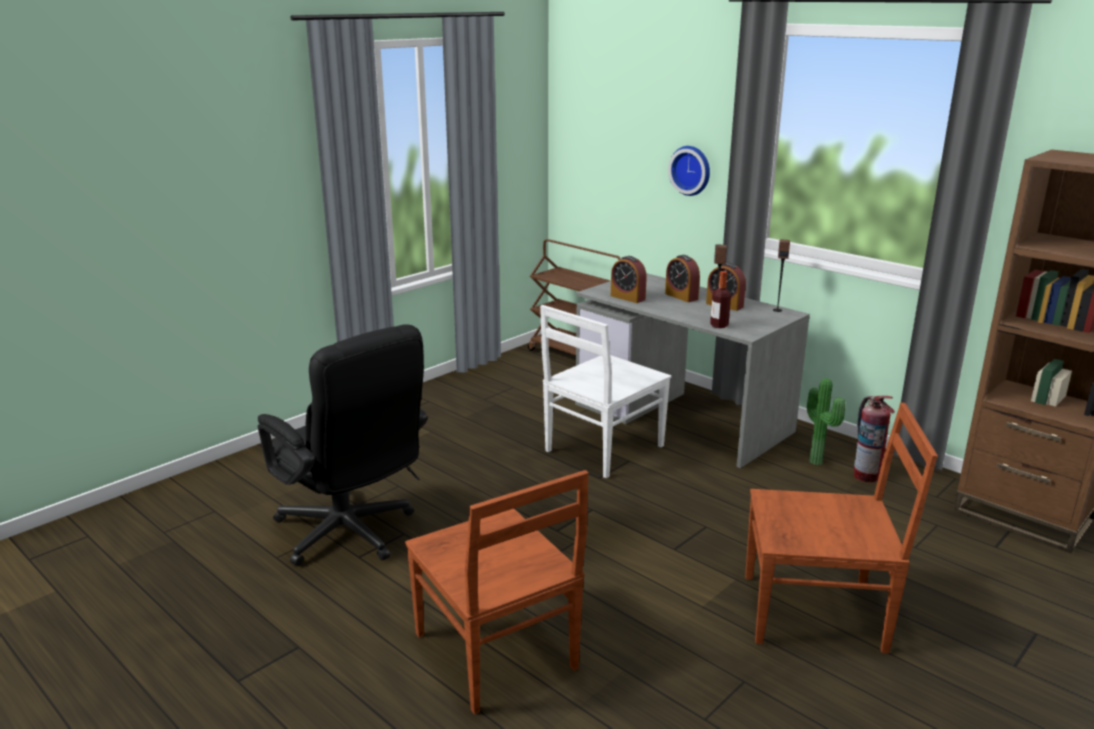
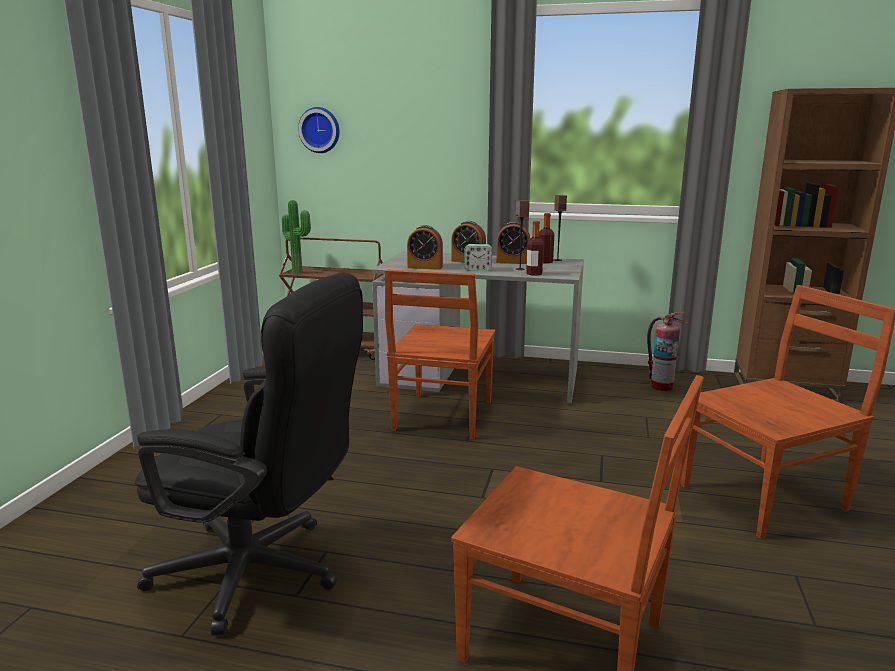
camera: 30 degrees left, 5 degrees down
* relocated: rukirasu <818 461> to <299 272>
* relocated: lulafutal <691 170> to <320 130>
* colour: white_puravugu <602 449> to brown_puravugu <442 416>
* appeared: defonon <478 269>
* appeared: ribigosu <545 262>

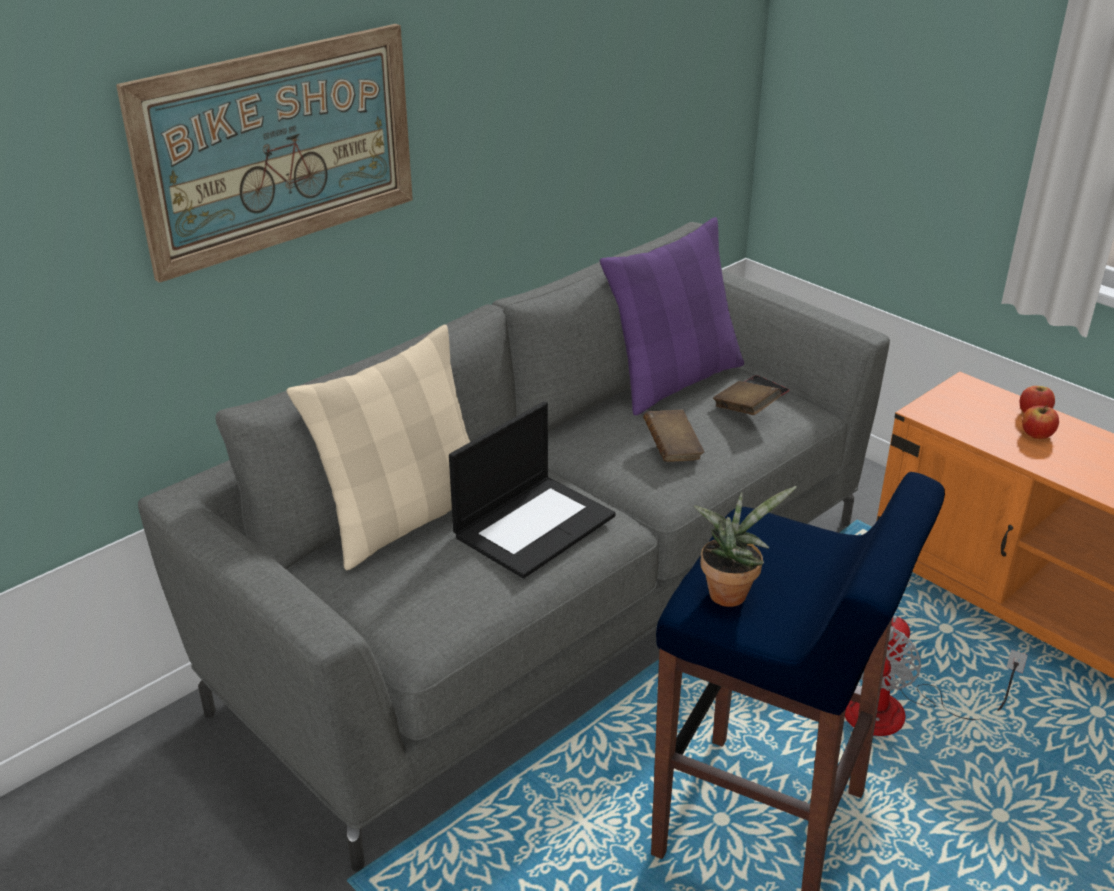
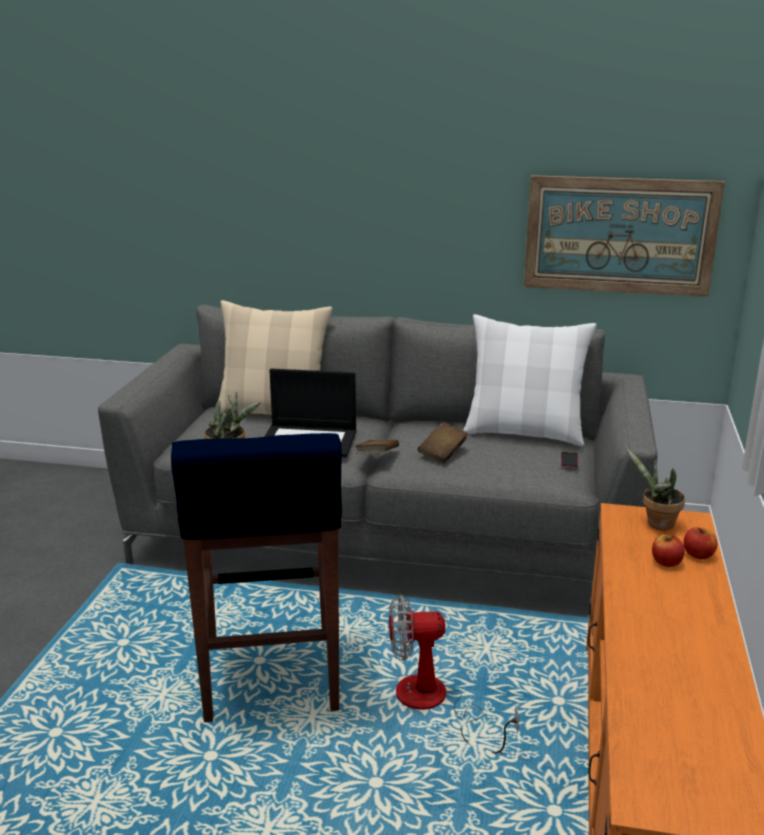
camera: 55 degrees right, 10 degrees down
* relocated: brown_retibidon <745 411> to <377 457>
* colour: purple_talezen <674 381> to white_talezen <524 433>
* relocated: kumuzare <279 147> to <619 235>
* appeared: rukirasu <656 524>

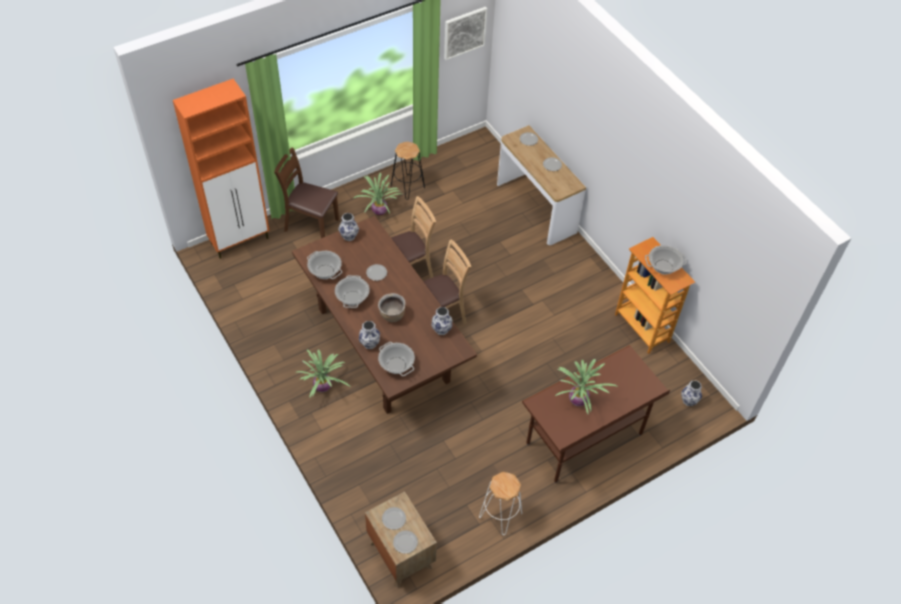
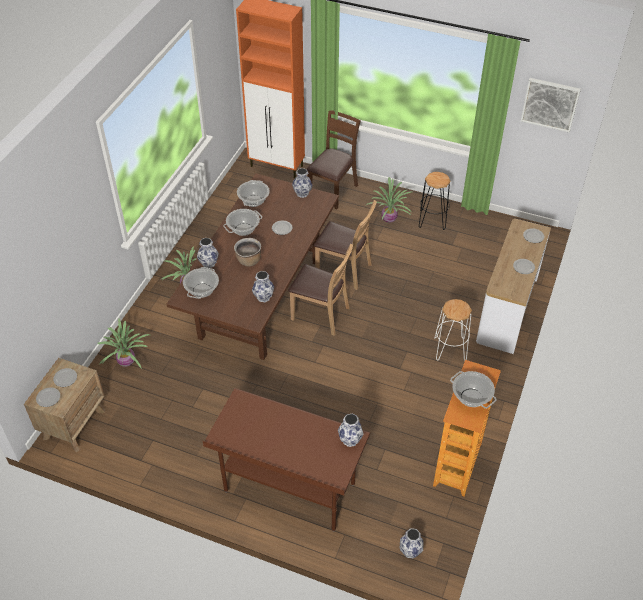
camera: 55 degrees right, 5 degrees down
* relocated: rukirasu <579 400> to <126 362>
* spun: brown_puravugu <311 224> = <333 191> 45 degrees clockwise
* appeared: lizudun <350 440>
* relocated: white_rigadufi <500 514> to <450 348>

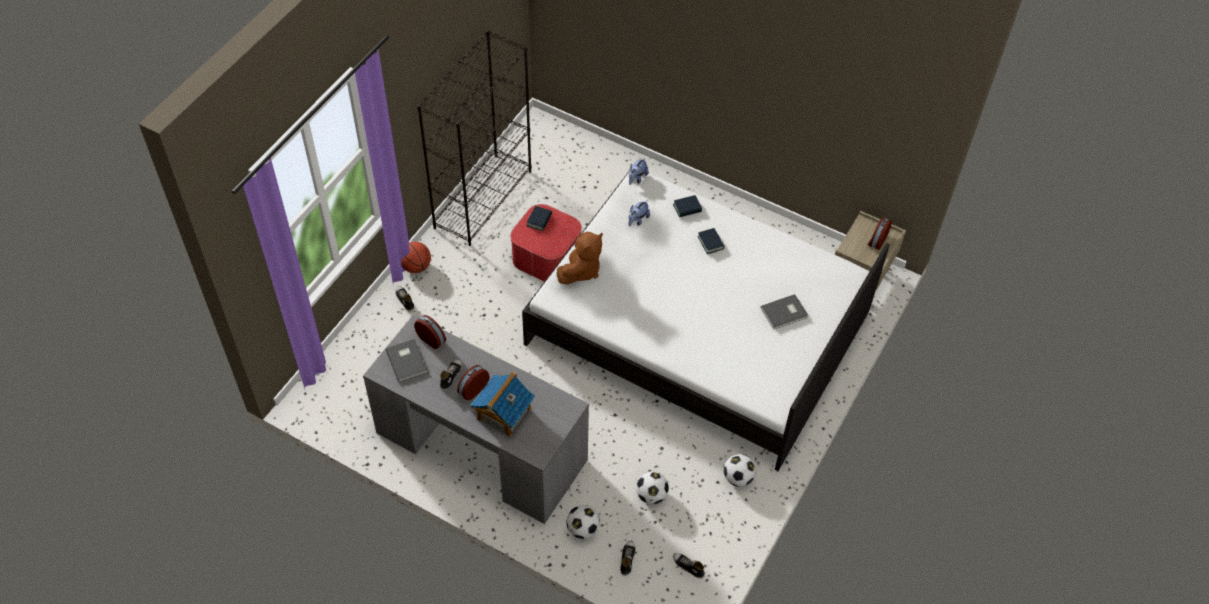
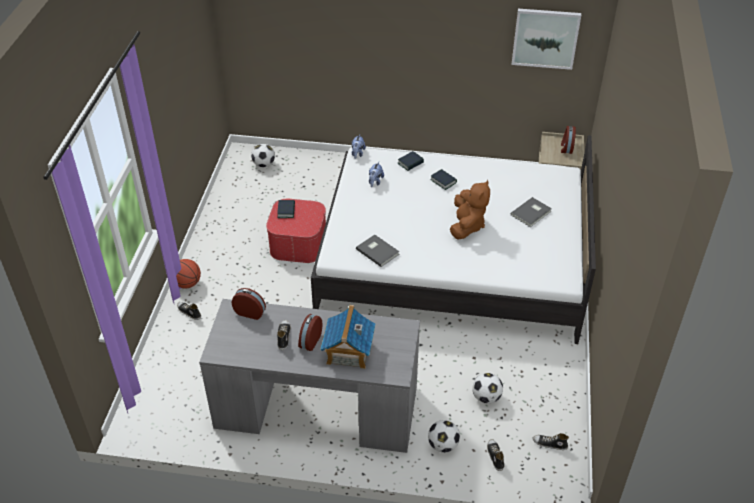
camera: 20 degrees left, 10 degrees down
* relocated: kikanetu <738 478> to <264 164>
* relocated: grey_retibidon <407 360> to <378 251>
* relocated: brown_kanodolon <581 270> to <467 226>
* appeared: kumuzare <545 38>
* missing: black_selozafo <483 198>

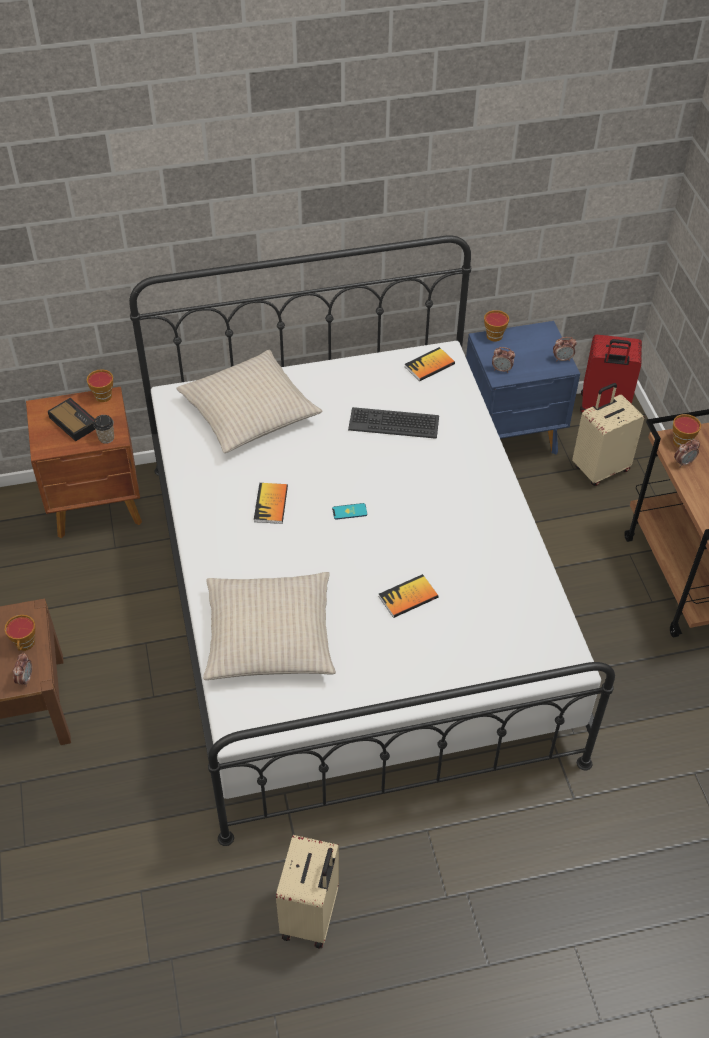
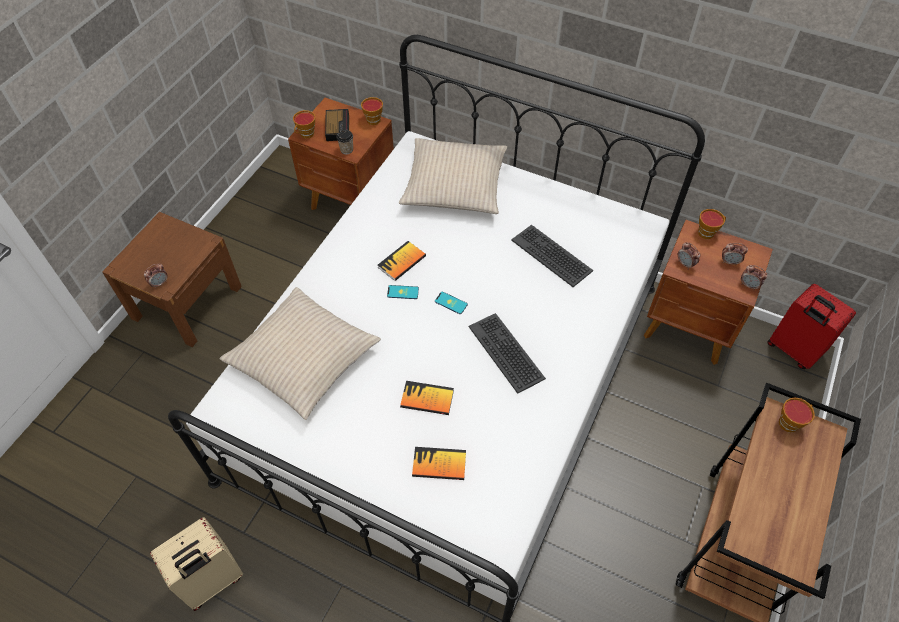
camera: 40 degrees right, 5 degrees up
* relocated: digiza <25 645> to <306 135>
* appeared: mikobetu <403 292>
* relocated: retibidon <429 365> to <439 464>
* appeared: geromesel <506 352>
* colour: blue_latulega <512 436> to brown_latulega <689 328>
* relocated: defonon <683 462> to <729 262>
* missing: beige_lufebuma <600 468>

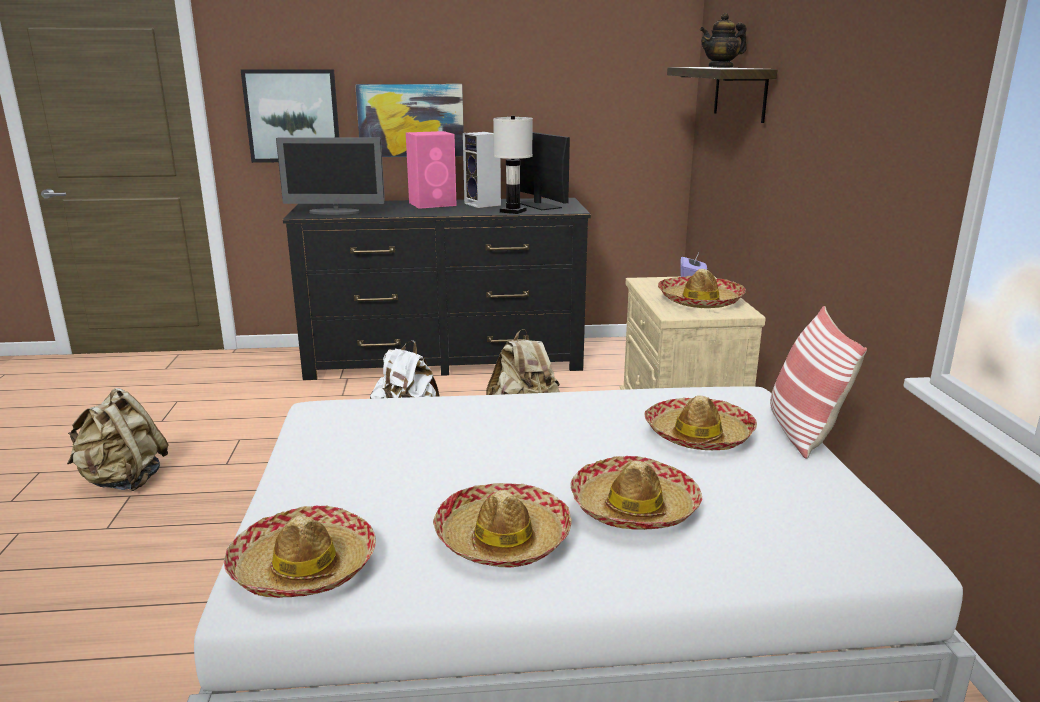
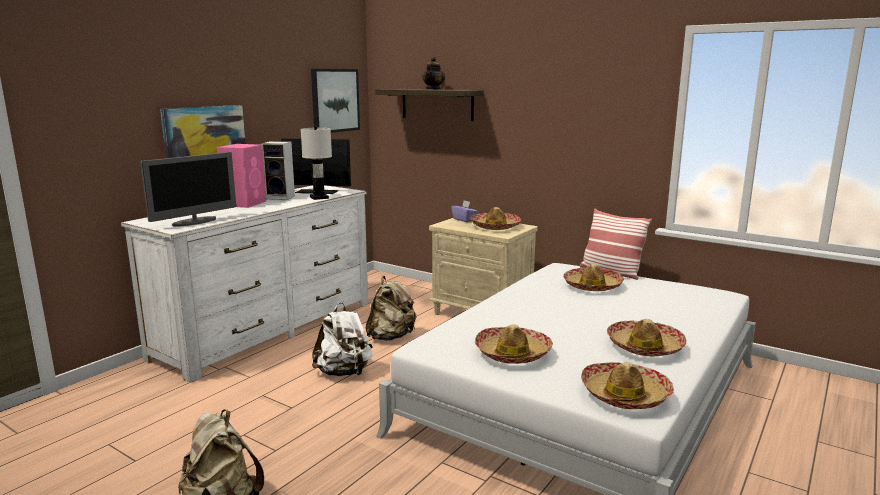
camera: 50 degrees left, 5 degrees down
* colour: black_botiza <445 359> to white_botiza <268 329>
* relocated: kumuzare <292 116> to <334 100>
* relocated: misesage <634 507> to <512 353>

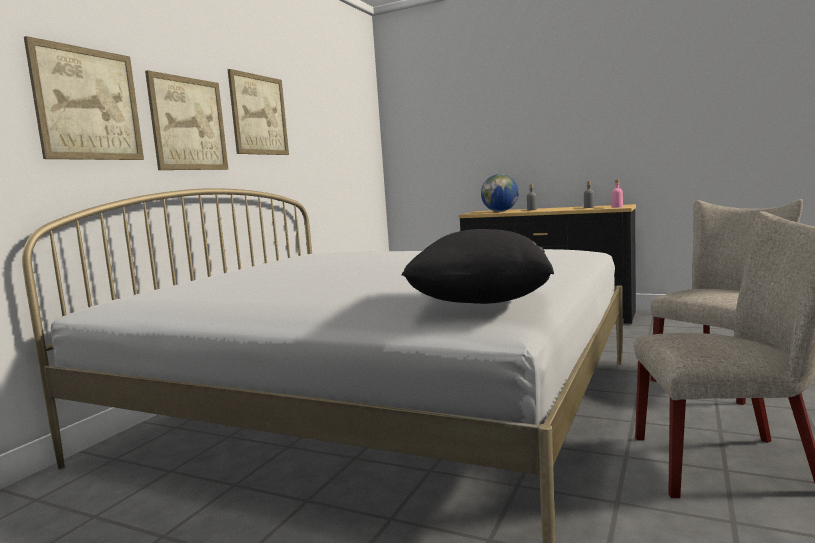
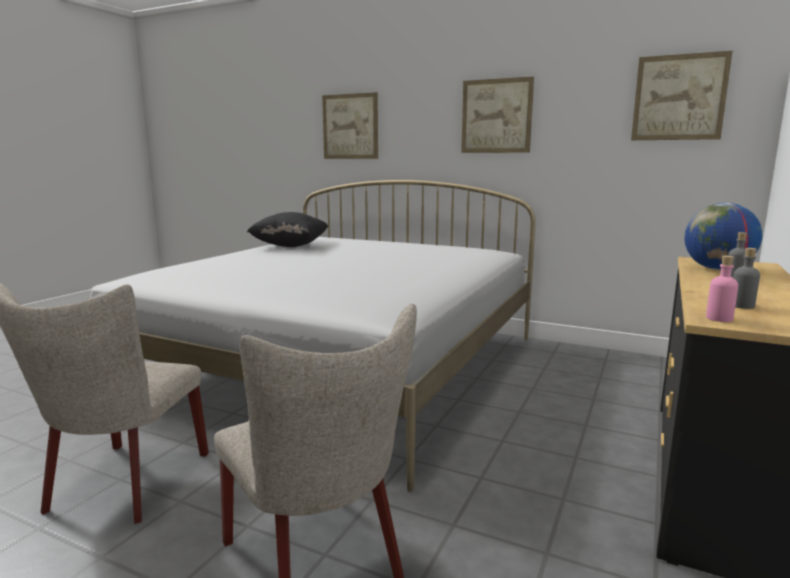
camera: 90 degrees right, 5 degrees up
* relocated: black_talezen <481 302> to <290 246>
* relocated: kumuzare <188 124> to <679 97>

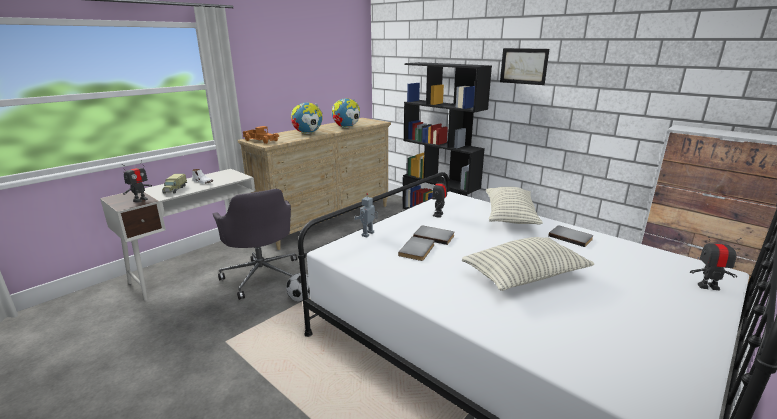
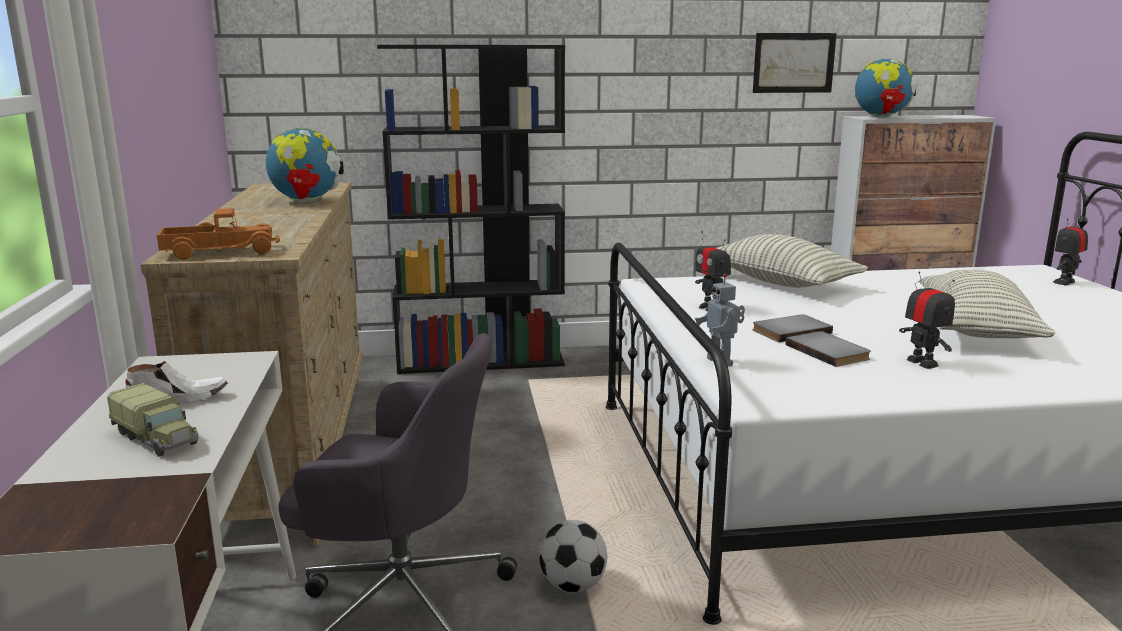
camera: 50 degrees left, 5 degrees down
* relocated: kumuzare <523 66> to <793 63>
* relocated: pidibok <308 133> to <881 117>
* relocated: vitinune <140 200> to <922 363>
* missing: grey_retibidon <571 237>

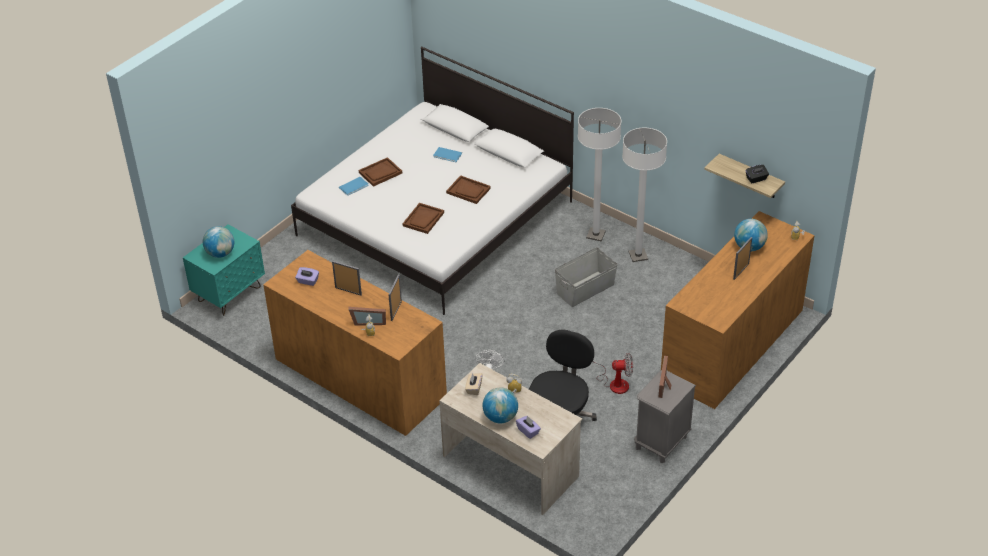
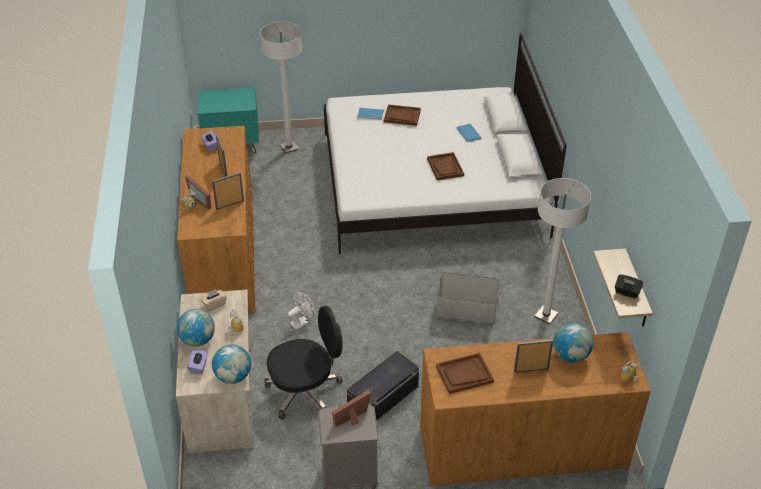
camera: 45 degrees right, 0 degrees up
* relocated: pidibok <220 253> to <233 376>
* relocated: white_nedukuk <595 235> to <289 148>
* exchanged: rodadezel <614 382> to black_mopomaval <384 398>
* relocated: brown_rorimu <423 219> to <464 374>

